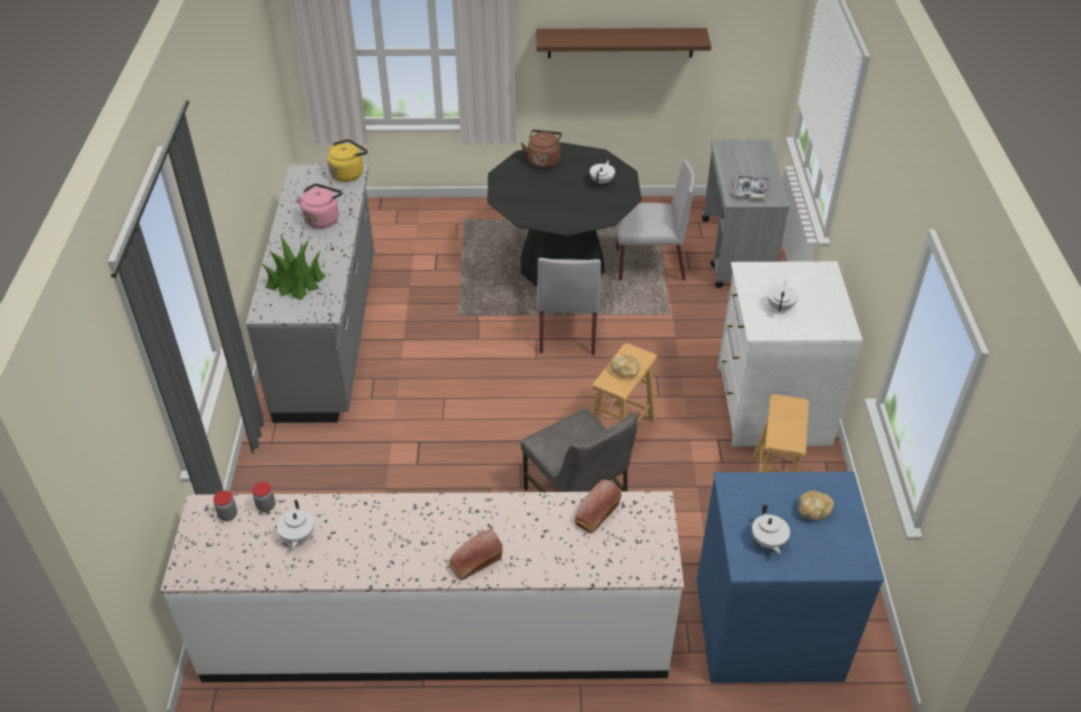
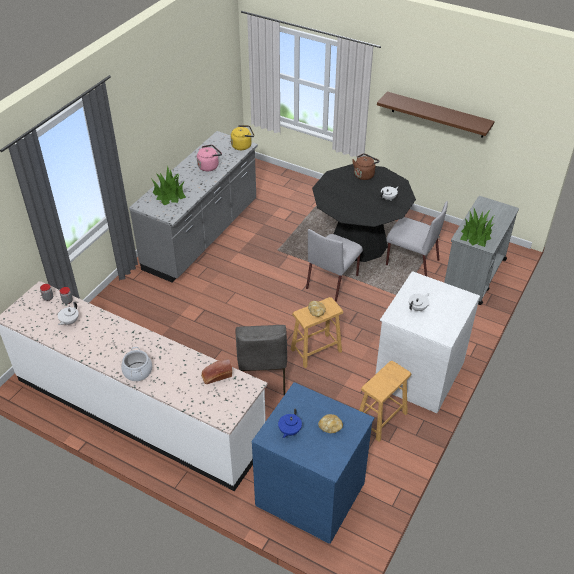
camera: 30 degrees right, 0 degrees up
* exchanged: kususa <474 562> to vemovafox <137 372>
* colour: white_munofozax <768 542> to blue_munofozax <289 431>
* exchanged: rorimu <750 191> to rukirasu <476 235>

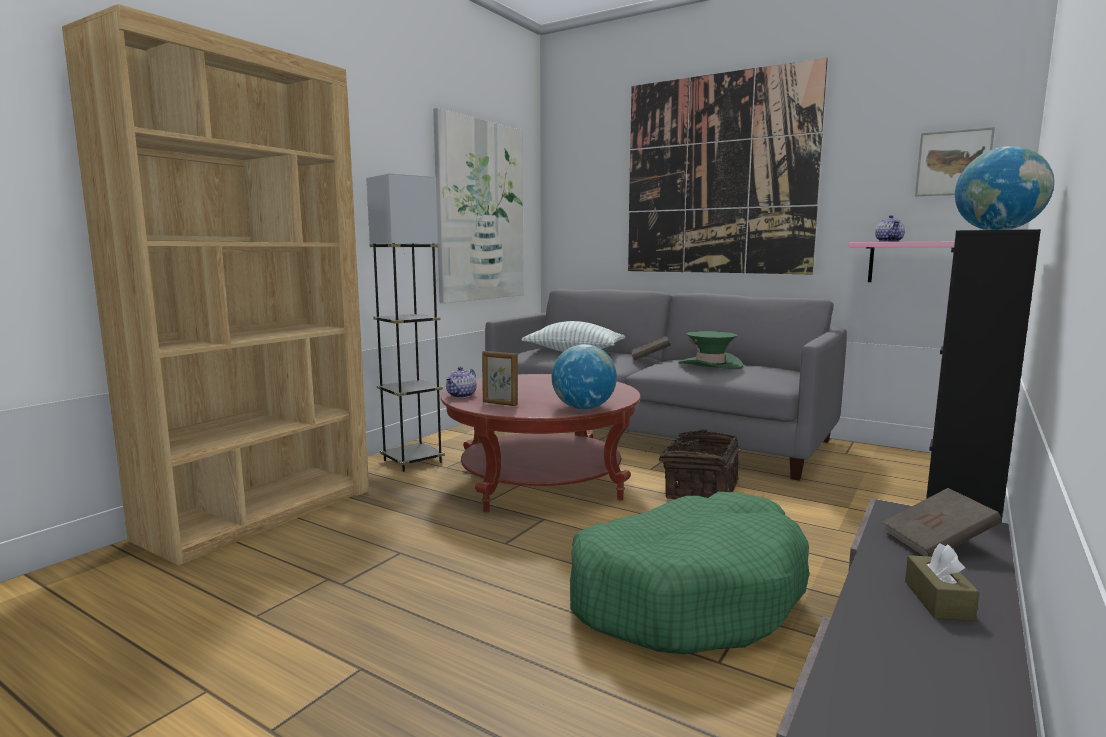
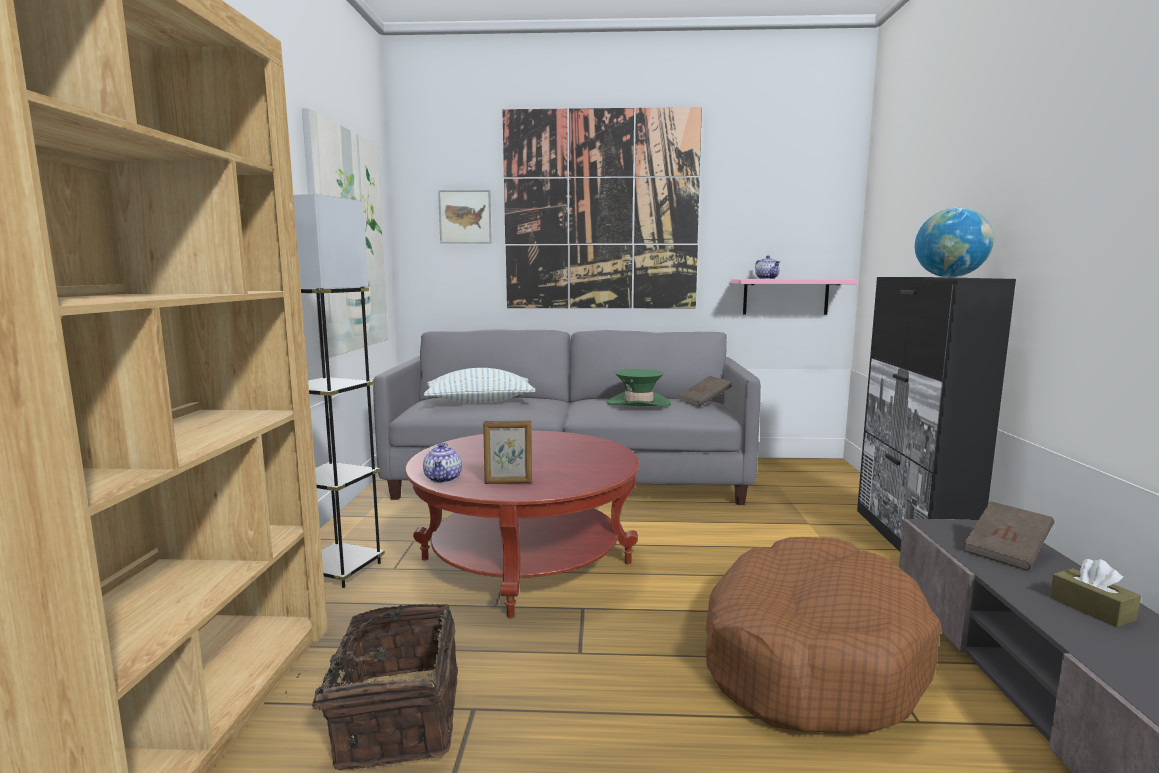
camera: 30 degrees left, 0 degrees up
* relocated: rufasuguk <699 489> to <395 718>
* relocated: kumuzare <953 163> to <465 217>
* relocated: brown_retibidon <650 358> to <704 402>
* colour: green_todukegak <686 595> to brown_todukegak <809 656>
* missing: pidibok <583 408>

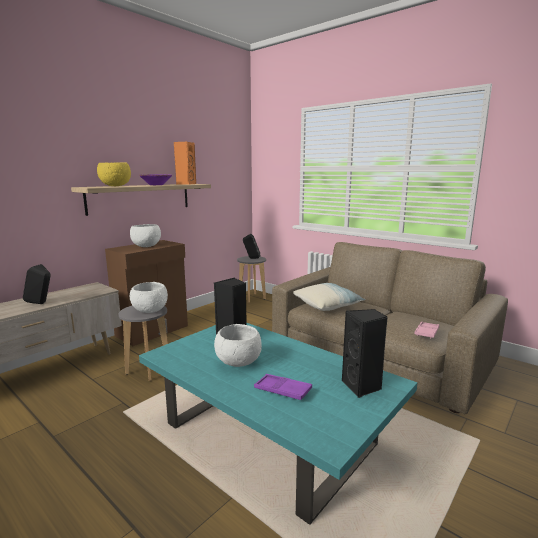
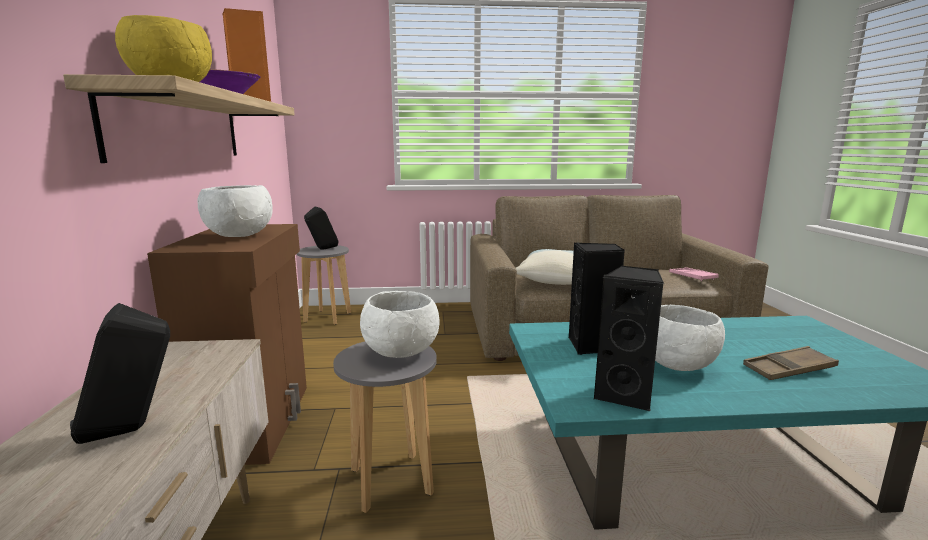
camera: 45 degrees left, 0 degrees up
* relocated: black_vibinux <362 387> to <625 395>
* colour: purple_rorimu <282 390> to brown_rorimu <788 369>

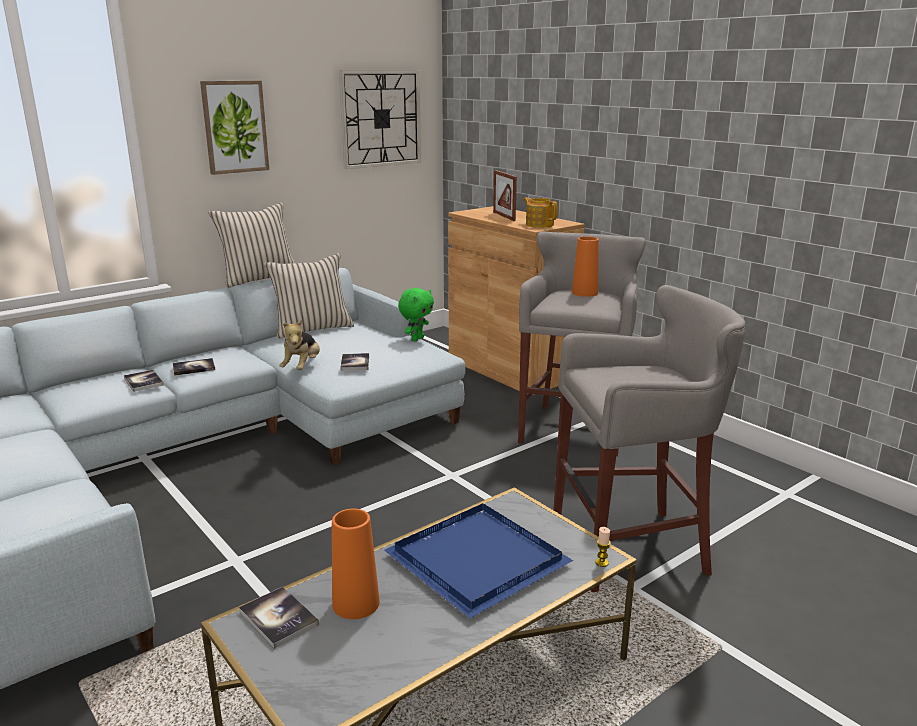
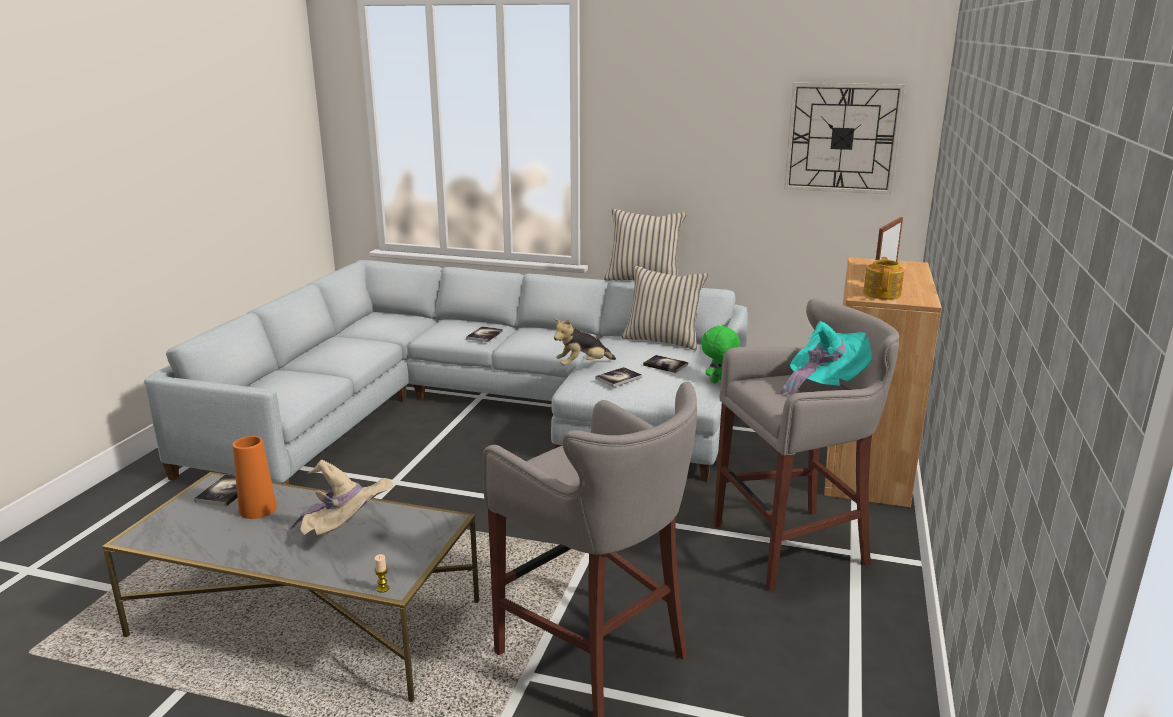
camera: 55 degrees right, 0 degrees up
* exchanged: blue_rorimu <477 558> to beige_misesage <347 533>
* relocated: retibidon <194 368> to <665 365>
* spun: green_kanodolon <416 339> = <718 381> 135 degrees clockwise
* exchanged: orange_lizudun <584 293> to turquoise_misesage <824 385>
* missing: kumuzare <235 127>

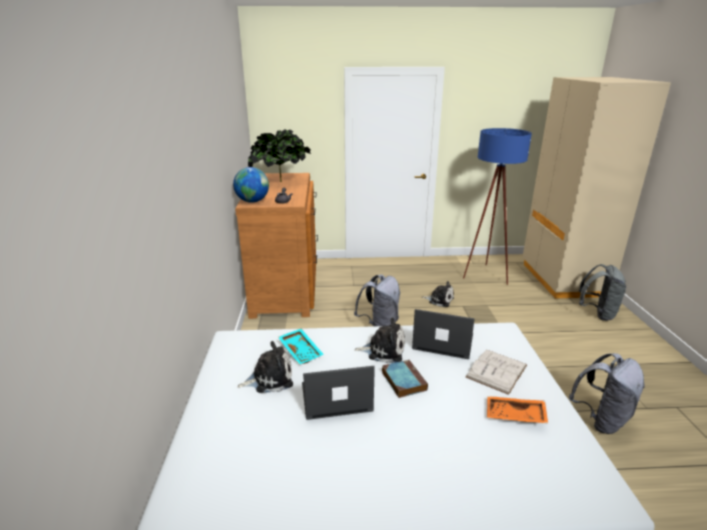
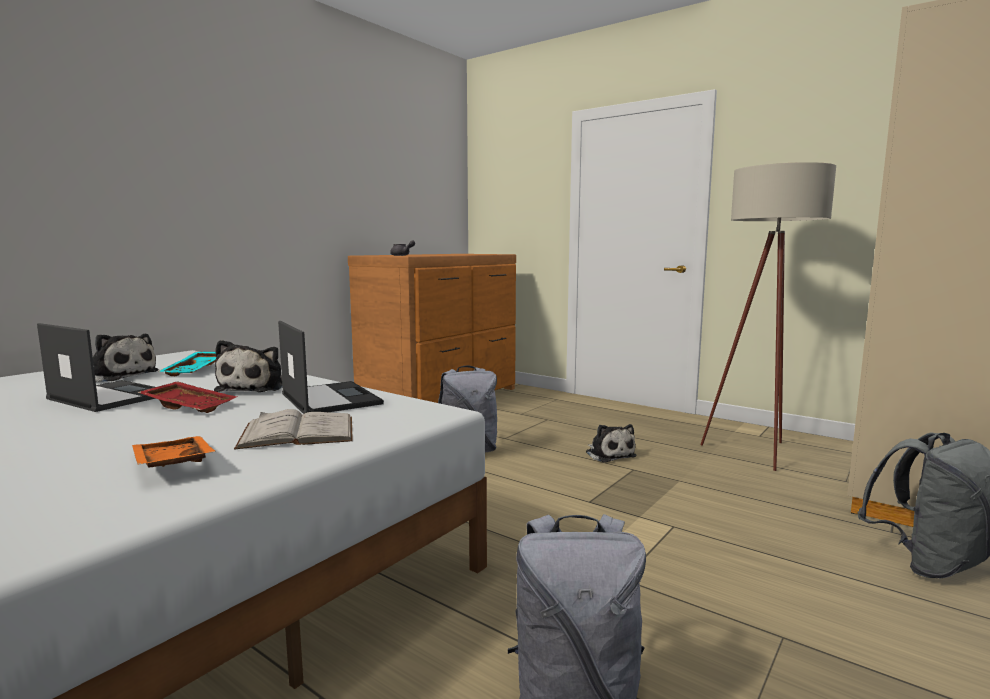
camera: 40 degrees right, 15 degrees down
* exchanged: retibidon <403 380> to red_rorimu <190 406>
* spun: kanodolon <383 350> = <255 387> 45 degrees clockwise
* colour: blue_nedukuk <486 273> to beige_nedukuk <758 450>
* missing: pidibok <252 201>
* missing: rukirasu <281 182>

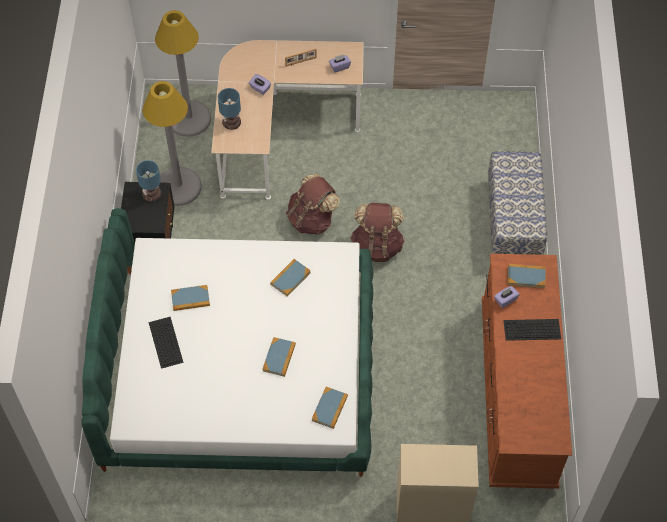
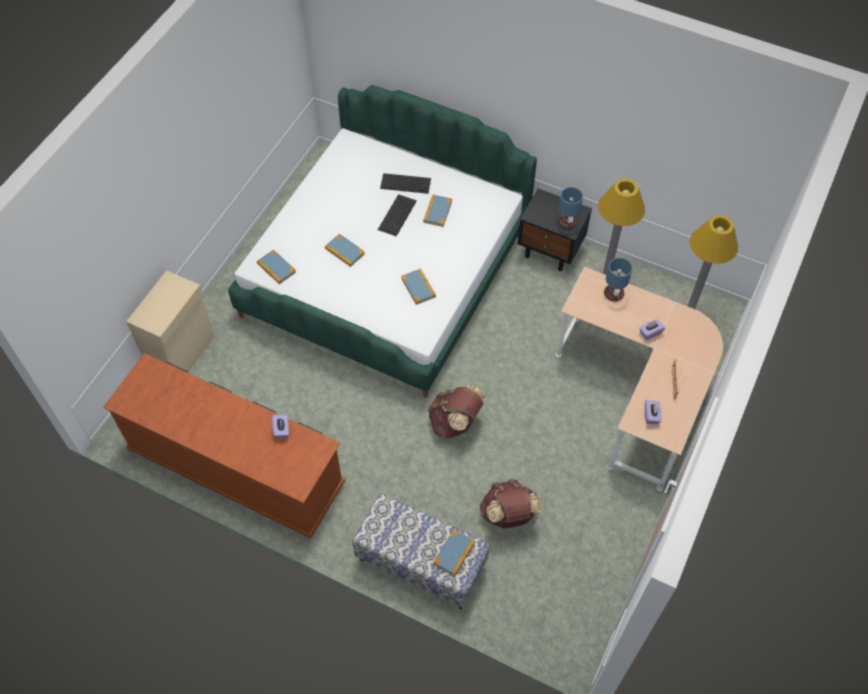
camera: 115 degrees right, 0 degrees up
* relocated: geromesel <531 330> to <397 214>
* relocated: retibidon <526 276> to <454 553>
* relocated: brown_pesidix <312 219> to <508 515>

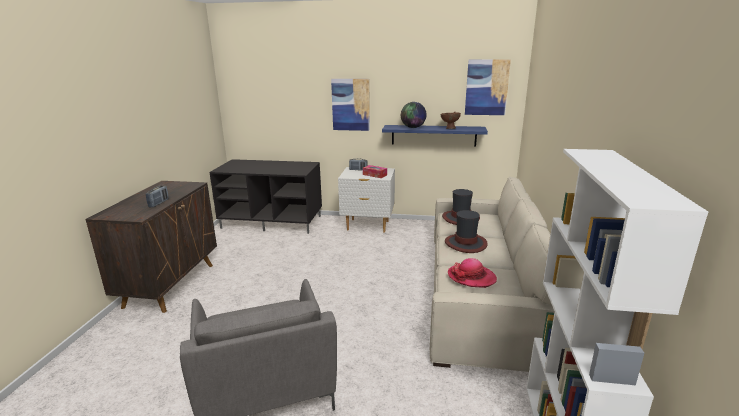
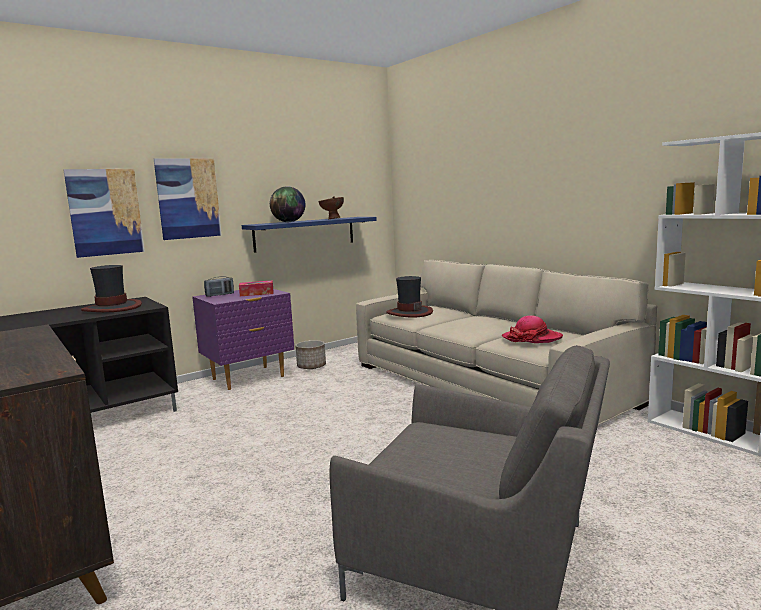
camera: 45 degrees left, 10 degrees down
* relocated: kumuzare <486 87> to <105 212>
* relocated: misesage <465 243> to <112 308>
* colour: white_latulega <368 226> to purple_latulega <248 378>
* appeared: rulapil <311 366>
* missing: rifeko <159 203>

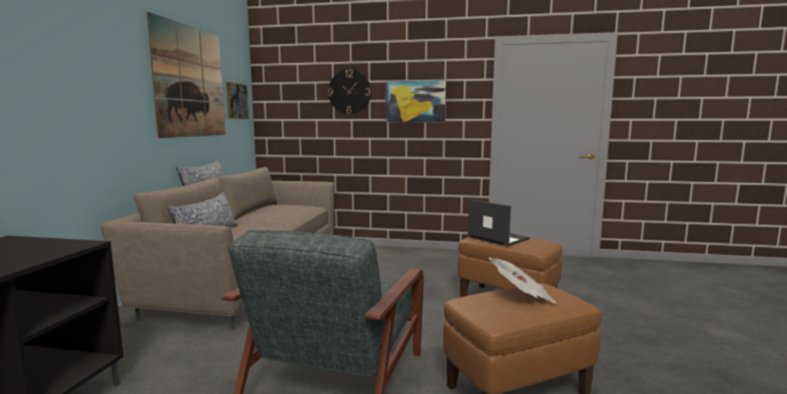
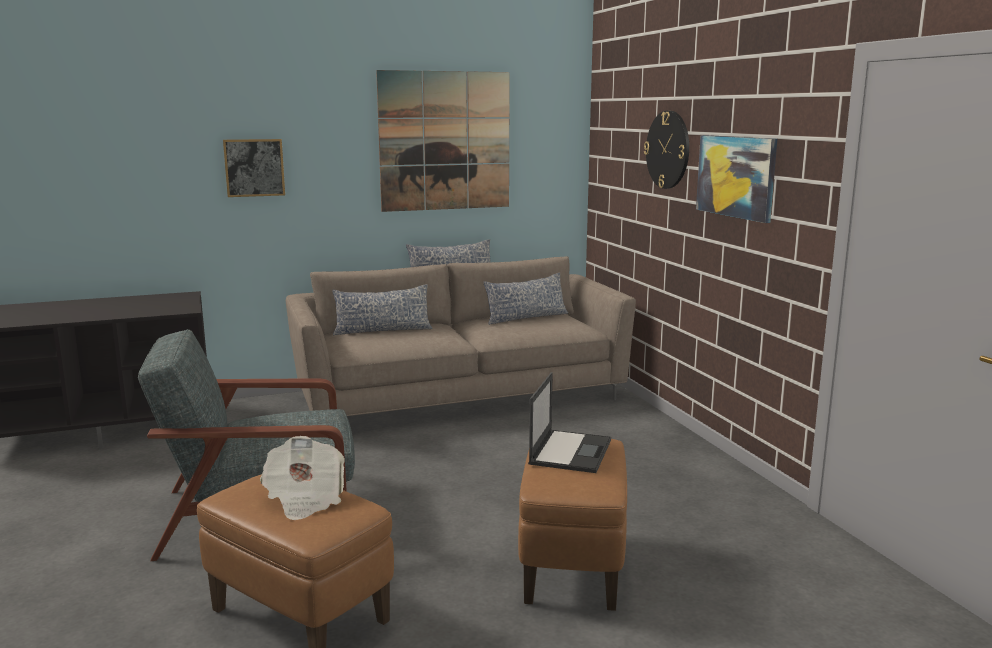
camera: 60 degrees right, 5 degrees up
* relocated: kumuzare <236 101> to <254 167>
* appeared: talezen <526 317>

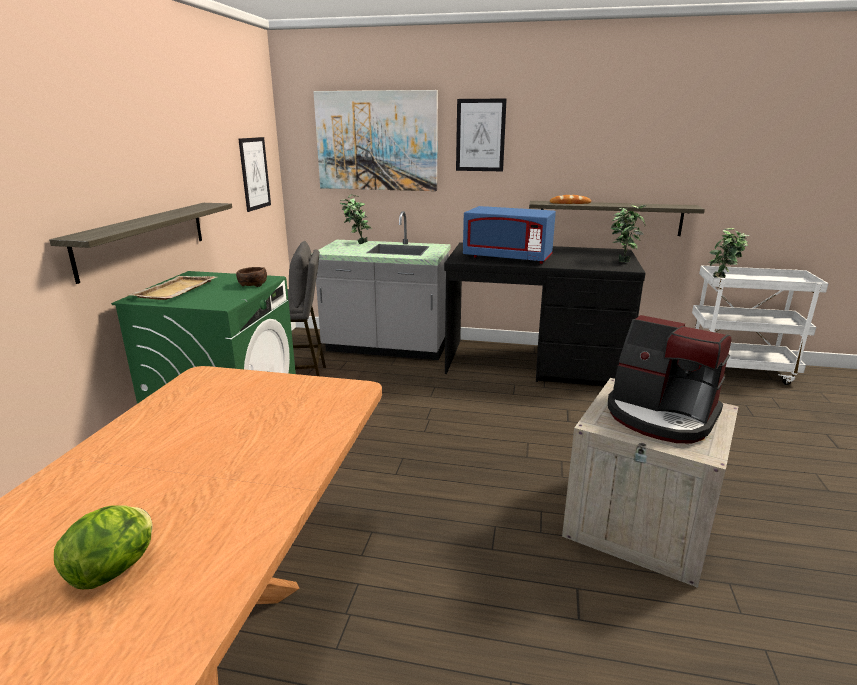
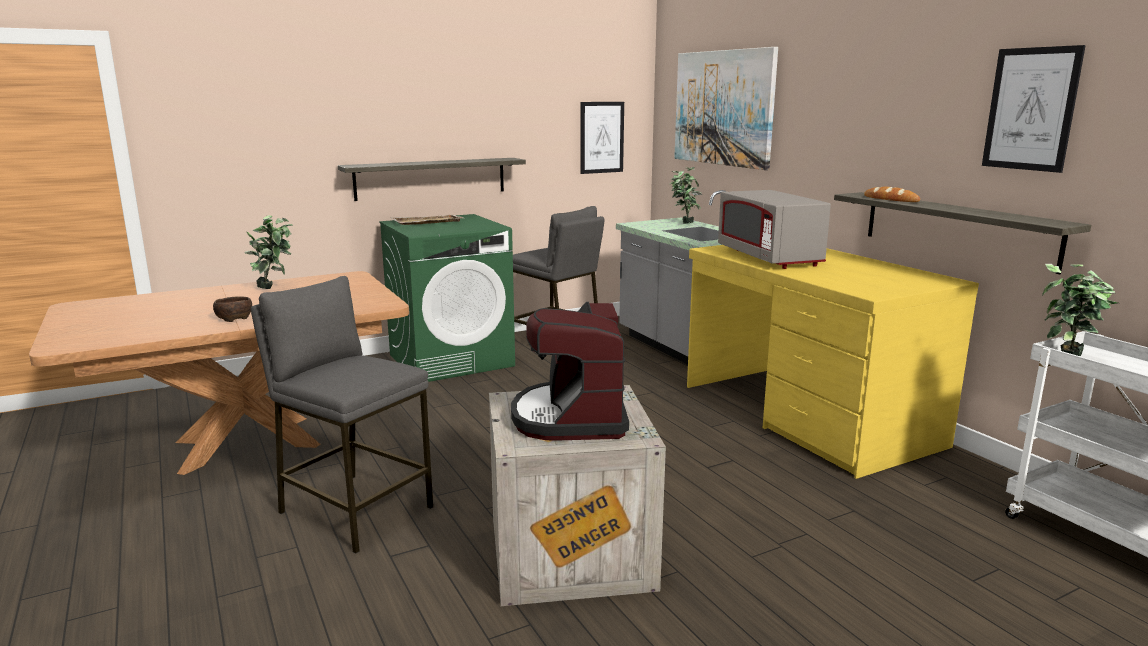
camera: 50 degrees right, 5 degrees down
* relocated: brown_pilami <252 285> to <233 318>
* relocated: rukirasu <622 261> to <275 287>
* appeared: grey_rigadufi <355 510>
* colour: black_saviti <535 363> to yellow_saviti <806 415>
* colour: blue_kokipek <508 258> to grey_kokipek <768 258>
* relocated: kumuzare <480 135> to <1031 109>
* missing: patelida <115 569>

